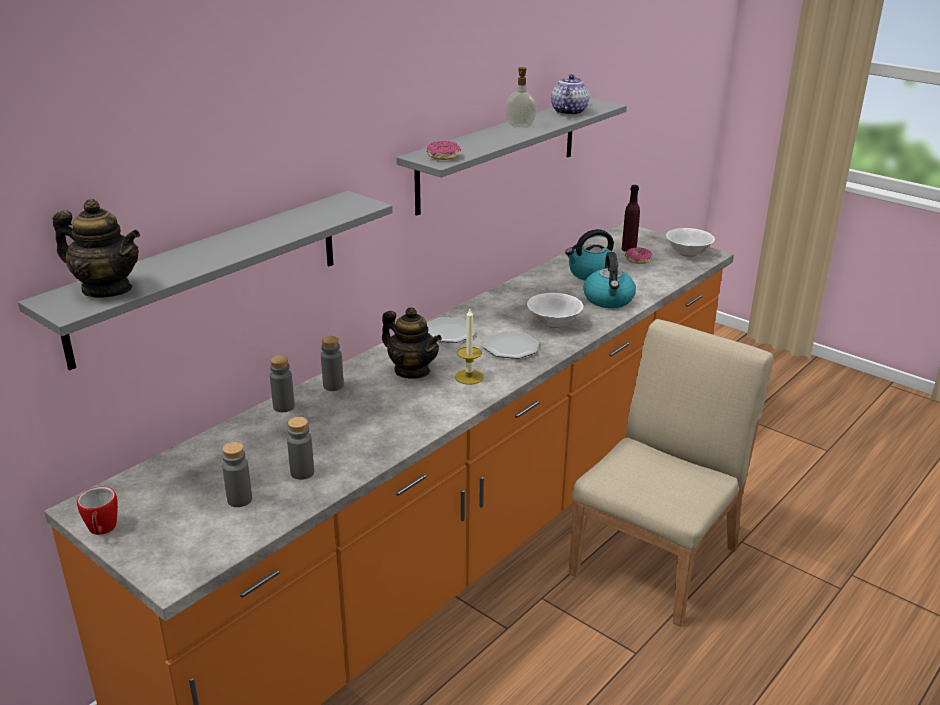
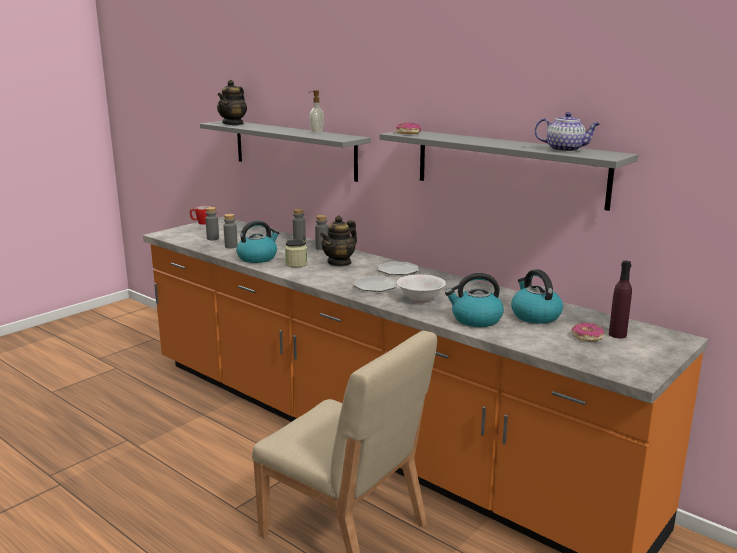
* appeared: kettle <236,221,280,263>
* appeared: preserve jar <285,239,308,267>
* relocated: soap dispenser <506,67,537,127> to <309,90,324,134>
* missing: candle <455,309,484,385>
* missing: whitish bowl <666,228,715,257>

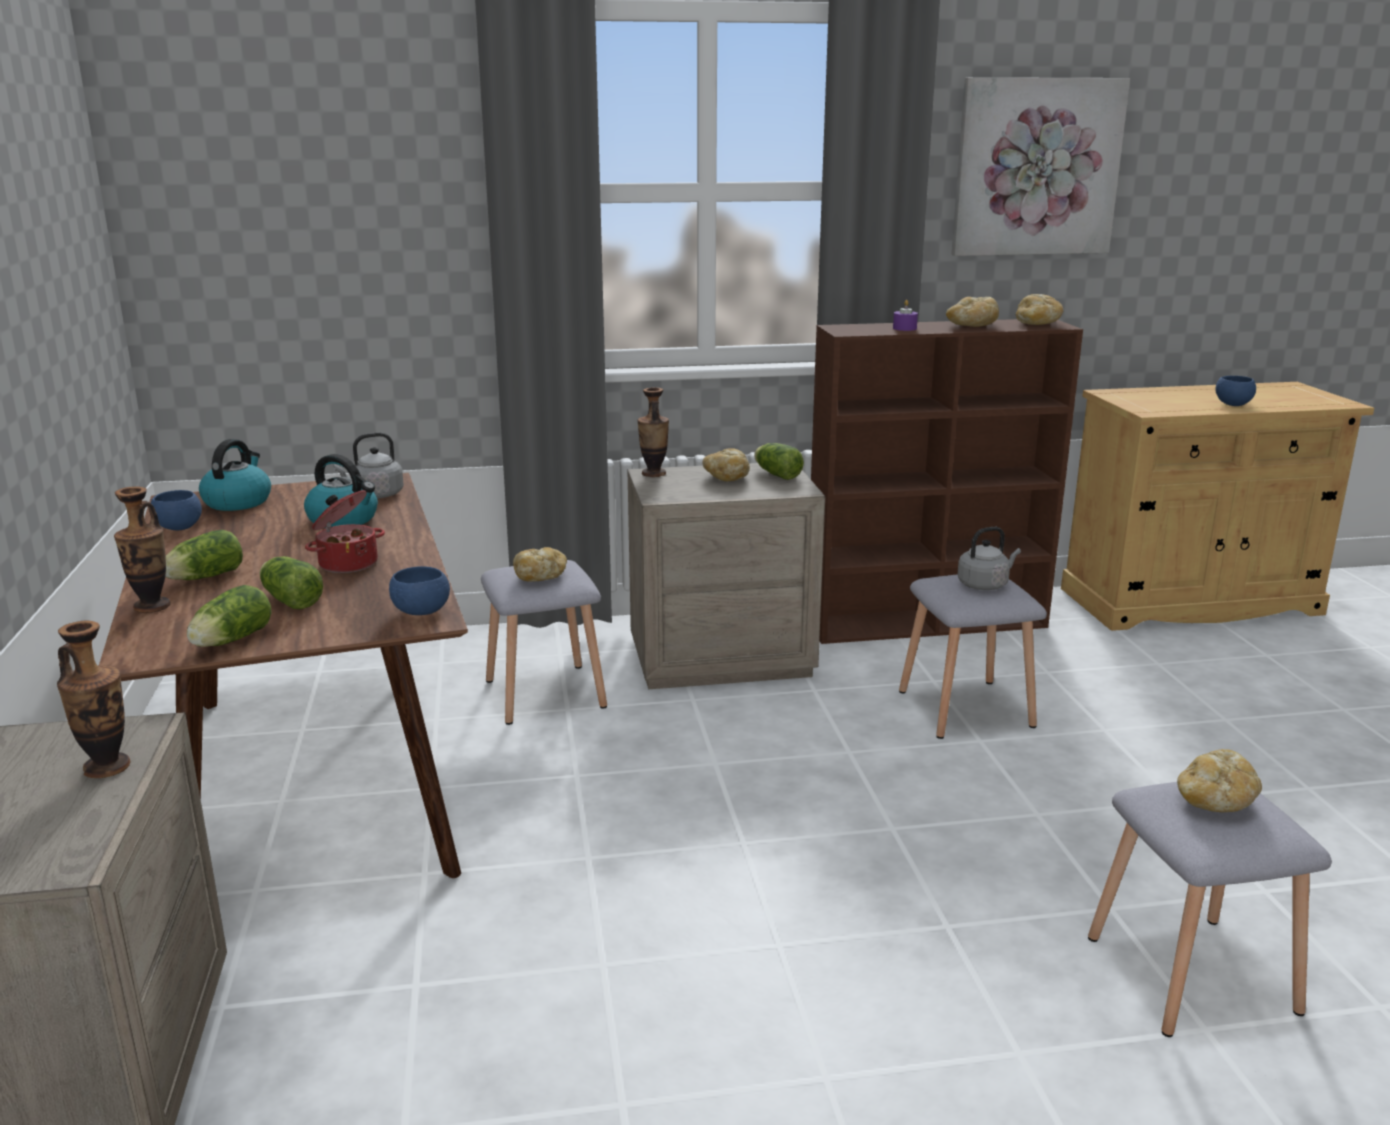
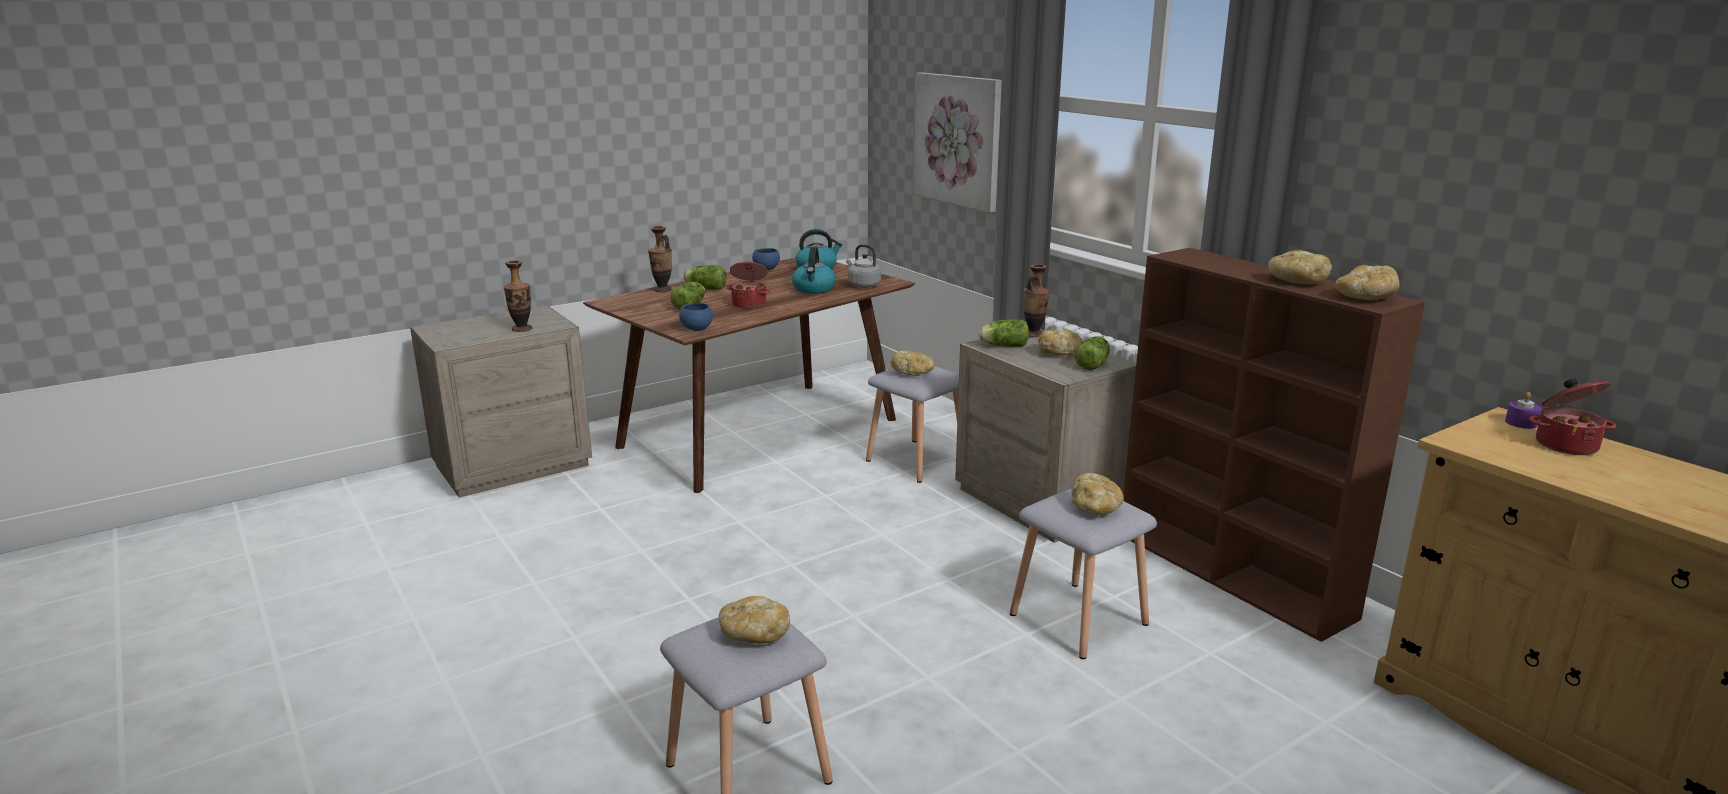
* relocated: wall picture <951,77,1130,256> to <914,72,1002,213>
* relocated: head of lettuce <187,585,272,647> to <978,319,1029,347>
* exchanged: grey kettle <957,527,1021,590> to bakery bread <1071,473,1124,515>
* relocated: purple-coloured candle <893,300,918,331> to <1505,392,1542,429>
* appeared: cooking pot <1529,379,1616,455>
* missing: bluish bowl <1215,376,1256,406>

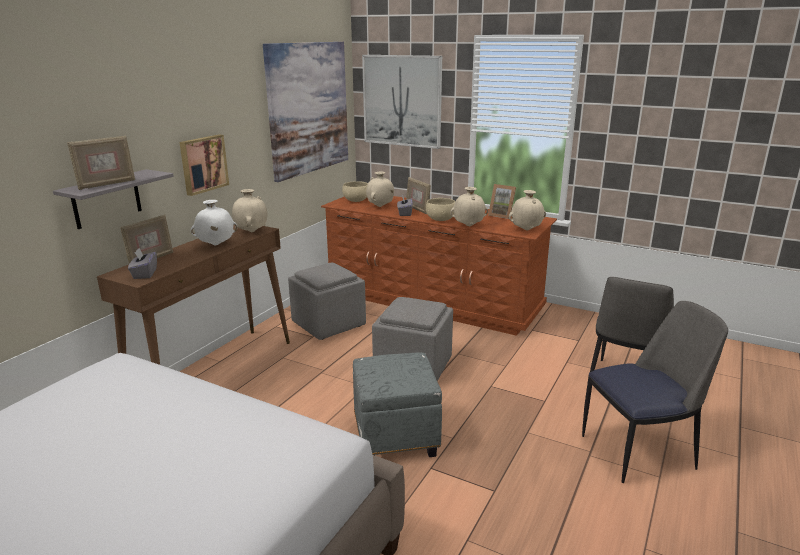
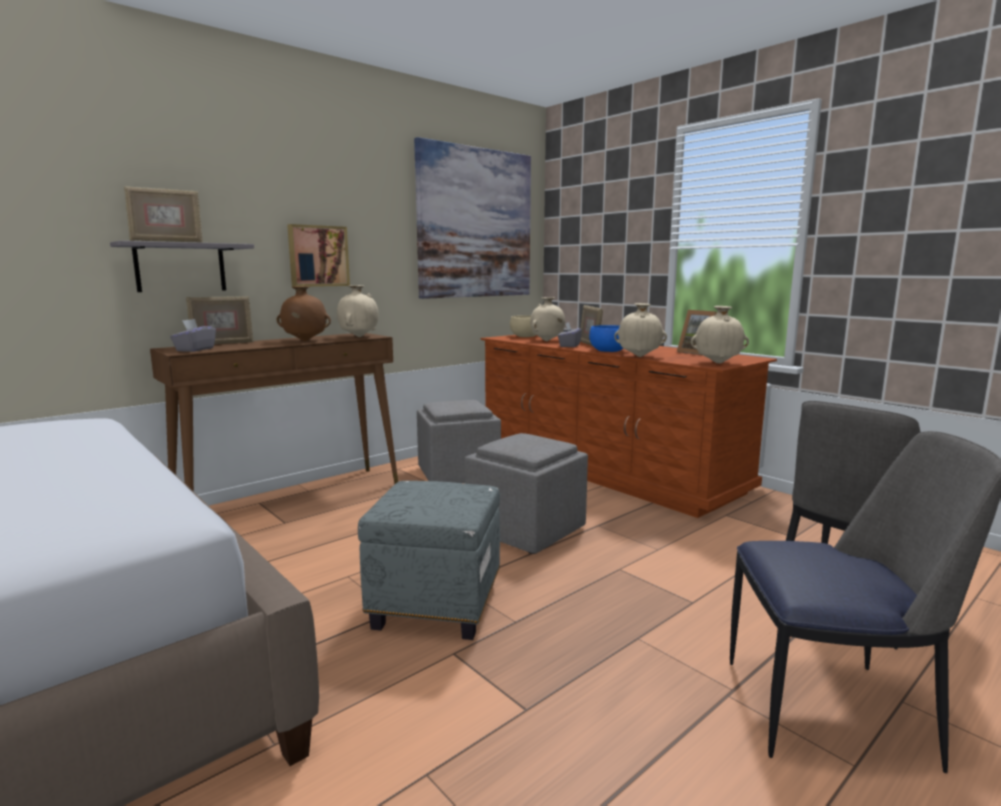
* colour: whitish flower vase <191,200,237,245> to brownish flower vase <277,286,331,341>
* colour: sand-coloured bowl <426,198,455,221> to bluish bowl <589,325,623,352>
* missing: wall picture <362,55,442,149>

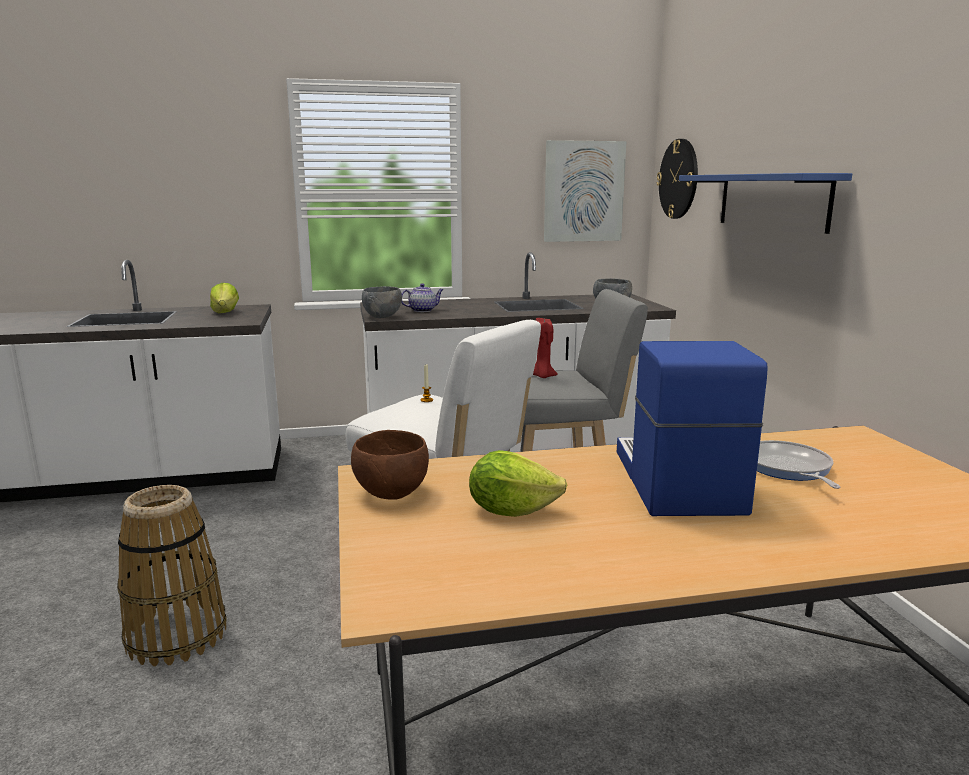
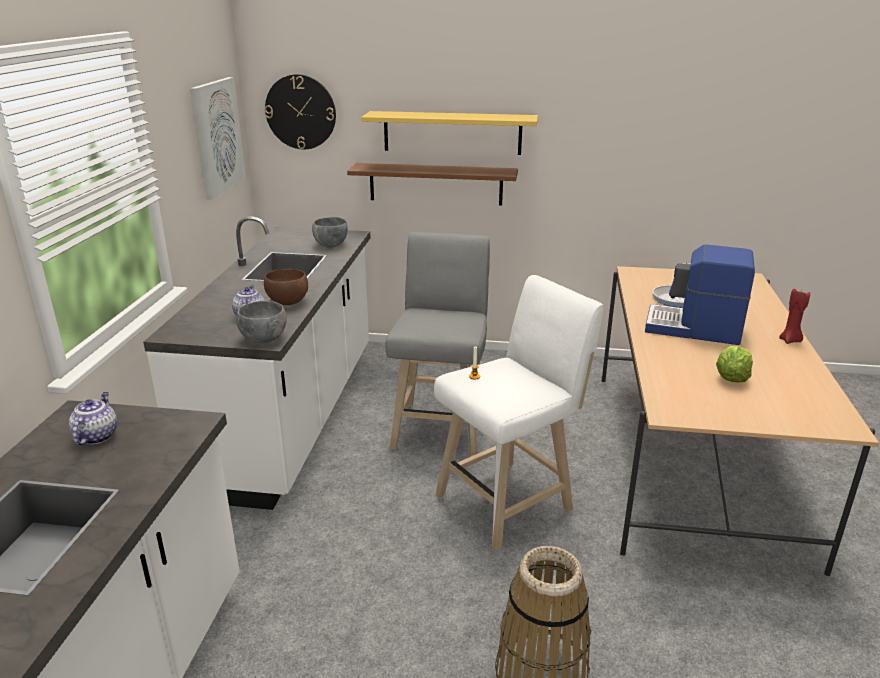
* exchanged: head of lettuce <210,283,239,313> to tea pot <69,392,117,445>
* relocated: brownish bowl <351,430,429,500> to <264,269,308,305>
* appeared: brownish wall shelf <347,163,518,206>
* colour: bluish wall shelf <679,173,852,234> to yellowish wall shelf <361,111,538,155>
* relocated: reddish candle <533,318,558,378> to <779,289,810,344>

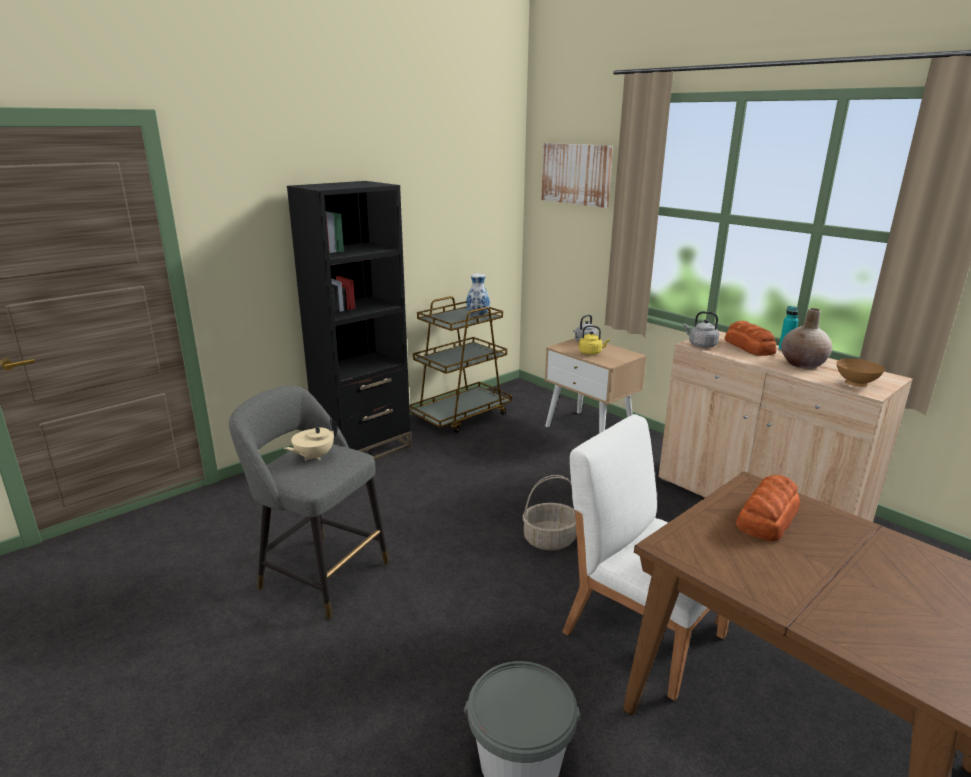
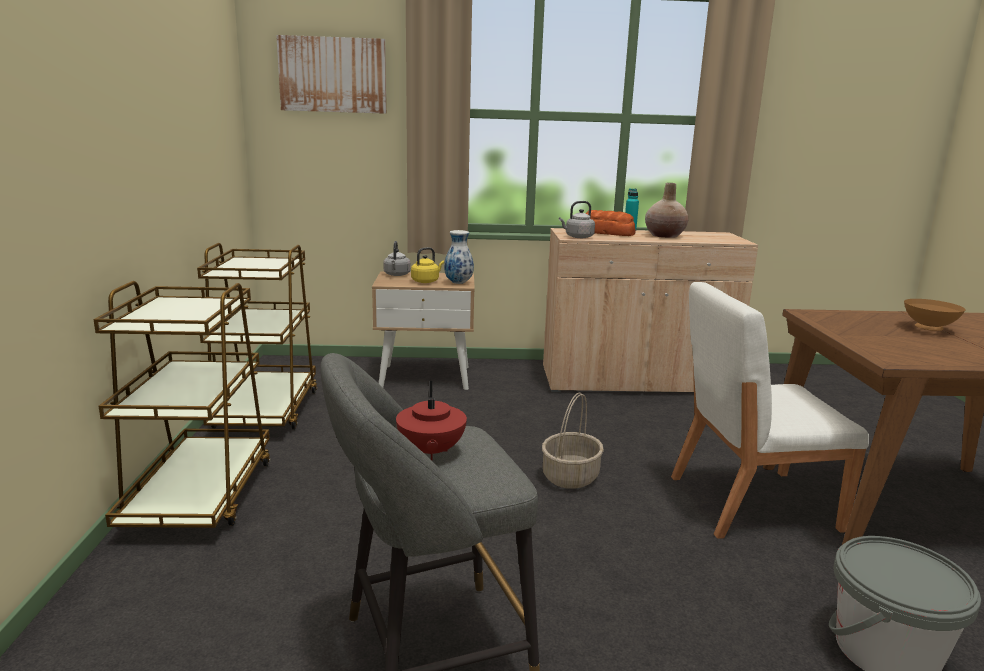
* exchanged: black-coloured bookshelf <287,181,411,460> to brownish wheeled cart <93,281,271,528>
* colour: sand-coloured tea pot <284,418,338,461> to reddish tea pot <396,381,467,460>
* relocated: flower vase <467,273,490,316> to <444,230,474,284>
* relocated: brownish bowl <836,358,885,387> to <904,299,966,331>
* missing: bakery bread <736,475,800,541>

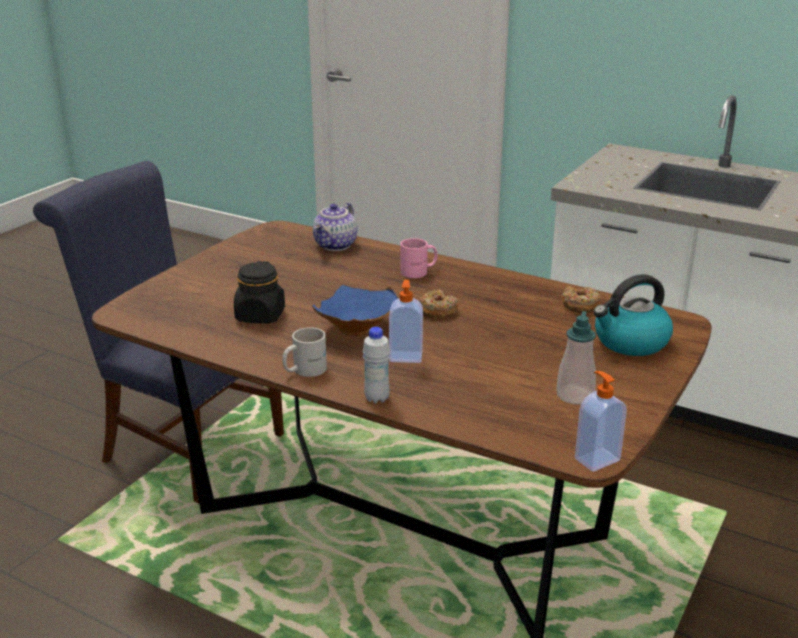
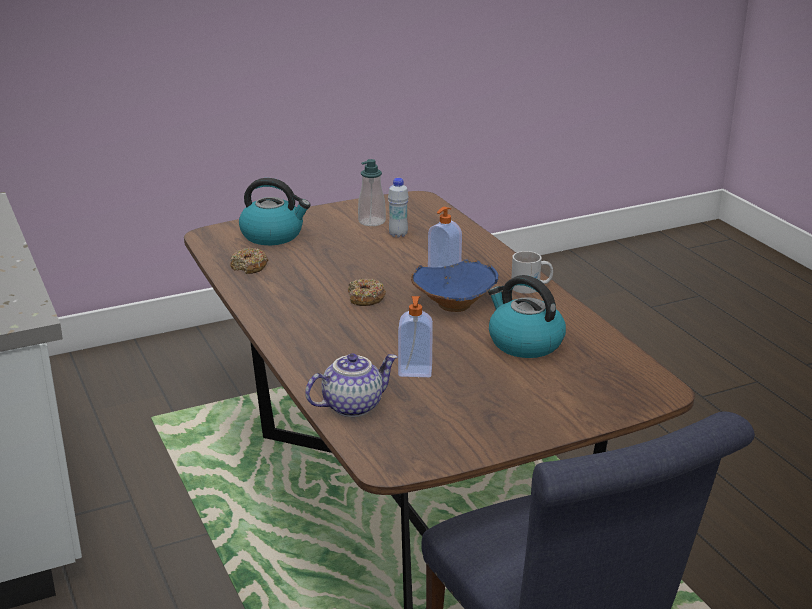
* relocated: whitish drink bottle <363,327,390,404> to <388,178,409,238>
* relocated: soap dispenser <575,371,627,472> to <398,296,433,377>
* exchanged: black-coloured preserve jar <234,261,285,324> to kettle <488,275,566,358>
* missing: pink-coloured mug <400,238,437,278>

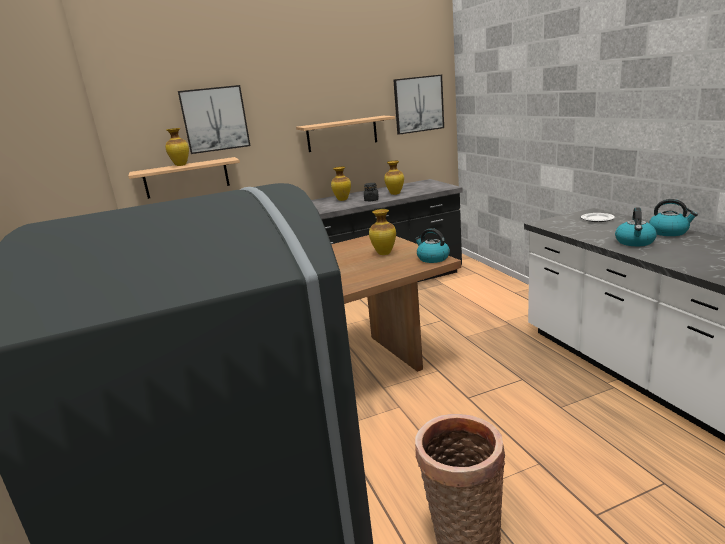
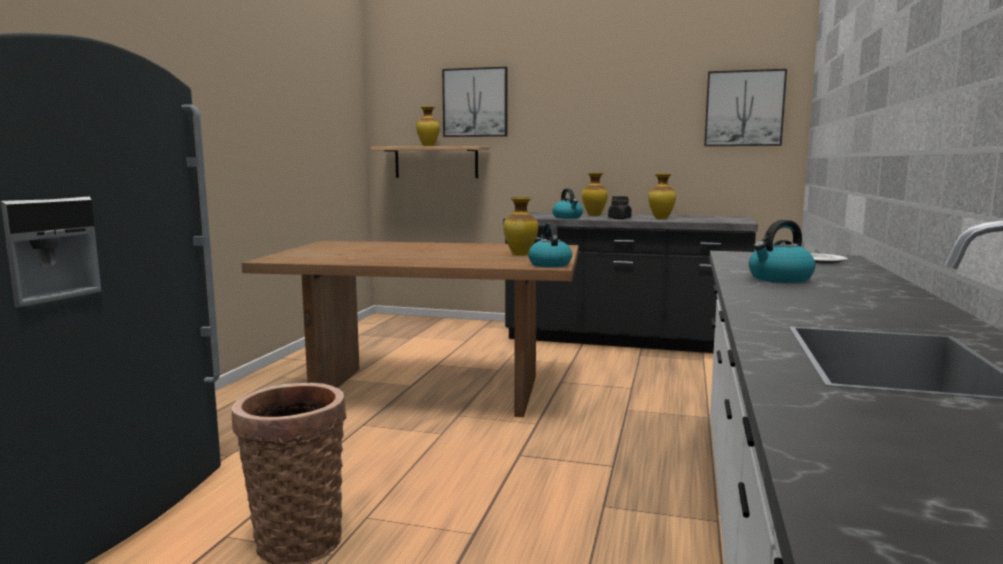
* relocated: kettle <649,199,698,236> to <552,188,583,219>
* missing: wall shelf <296,116,395,152>

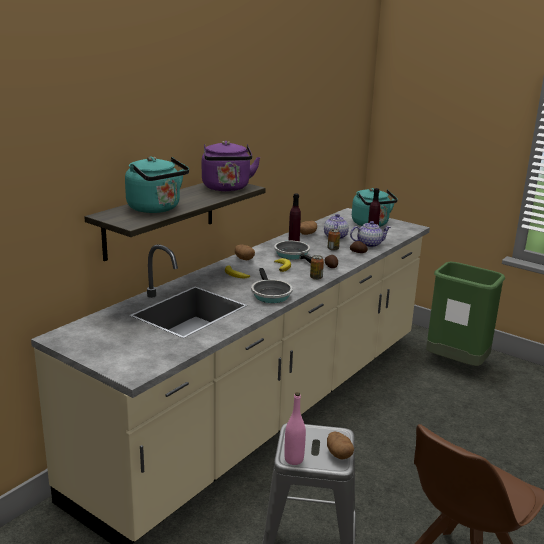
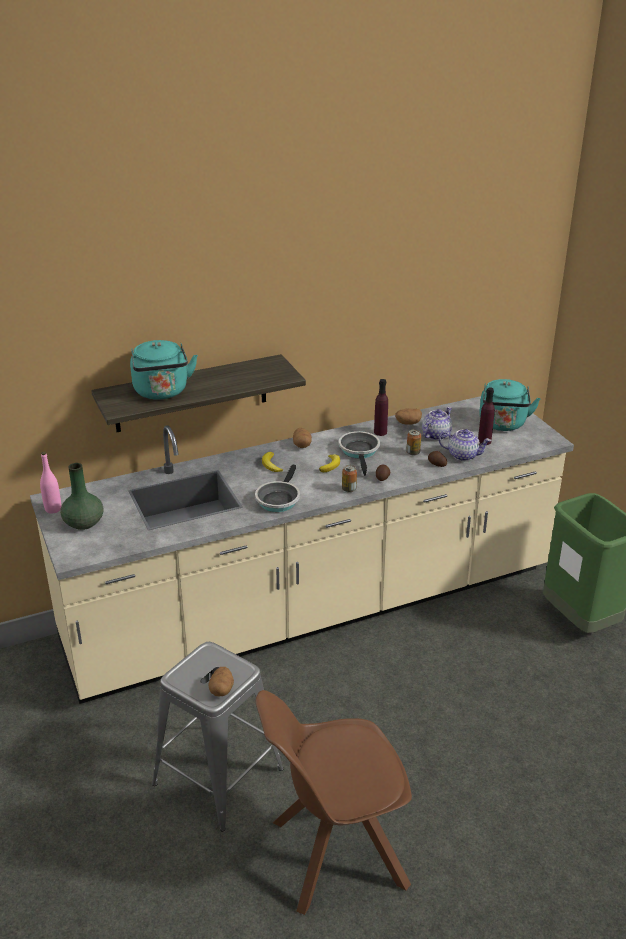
* relocated: pink-coloured drink bottle <284,392,306,465> to <40,452,61,514>
* appeared: greenish flower vase <60,463,104,530>
* missing: purple-coloured kettle <202,141,261,191>

